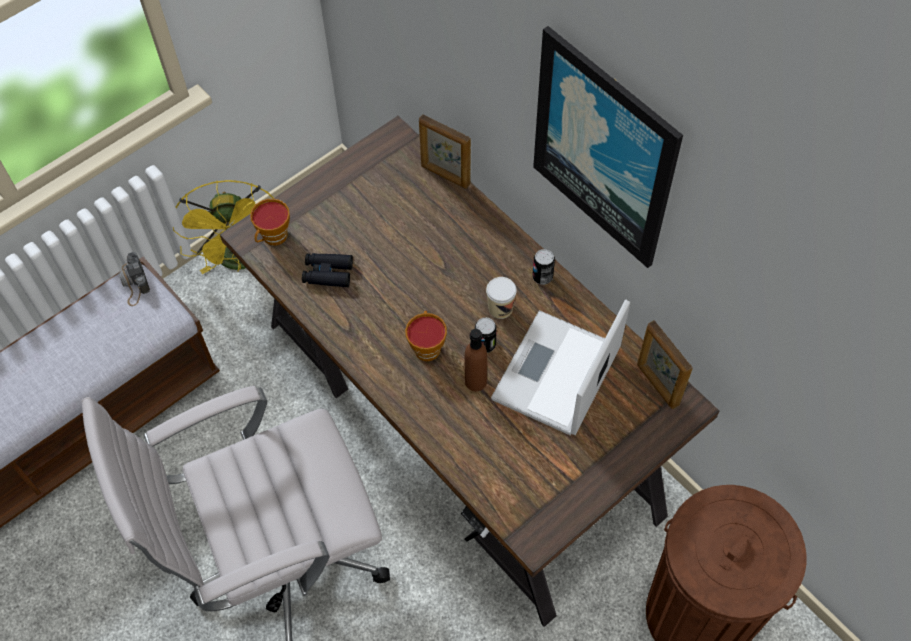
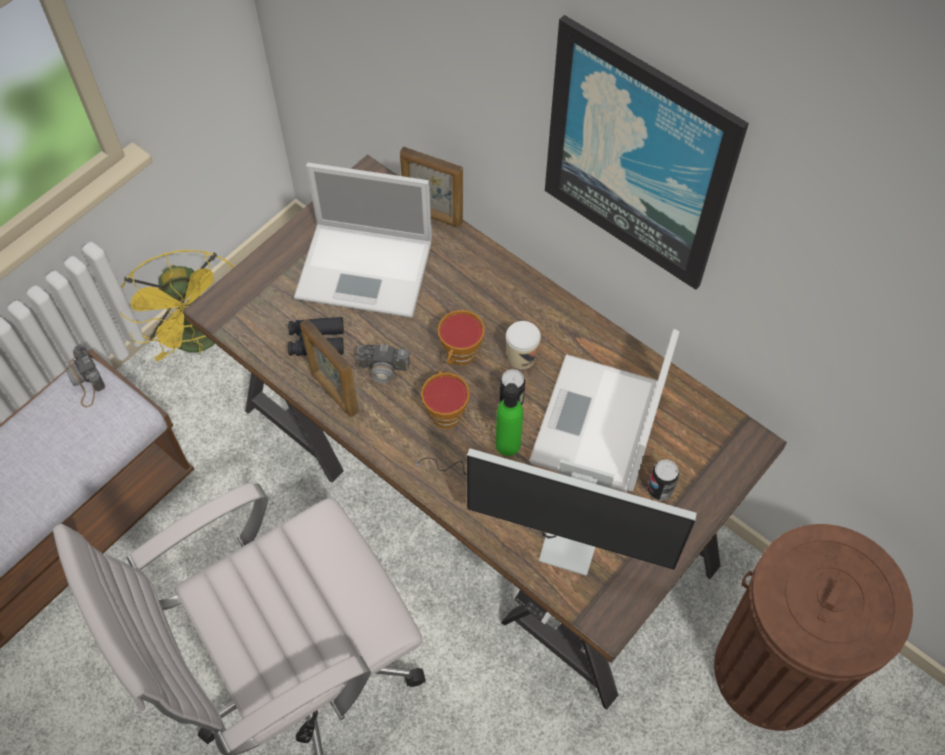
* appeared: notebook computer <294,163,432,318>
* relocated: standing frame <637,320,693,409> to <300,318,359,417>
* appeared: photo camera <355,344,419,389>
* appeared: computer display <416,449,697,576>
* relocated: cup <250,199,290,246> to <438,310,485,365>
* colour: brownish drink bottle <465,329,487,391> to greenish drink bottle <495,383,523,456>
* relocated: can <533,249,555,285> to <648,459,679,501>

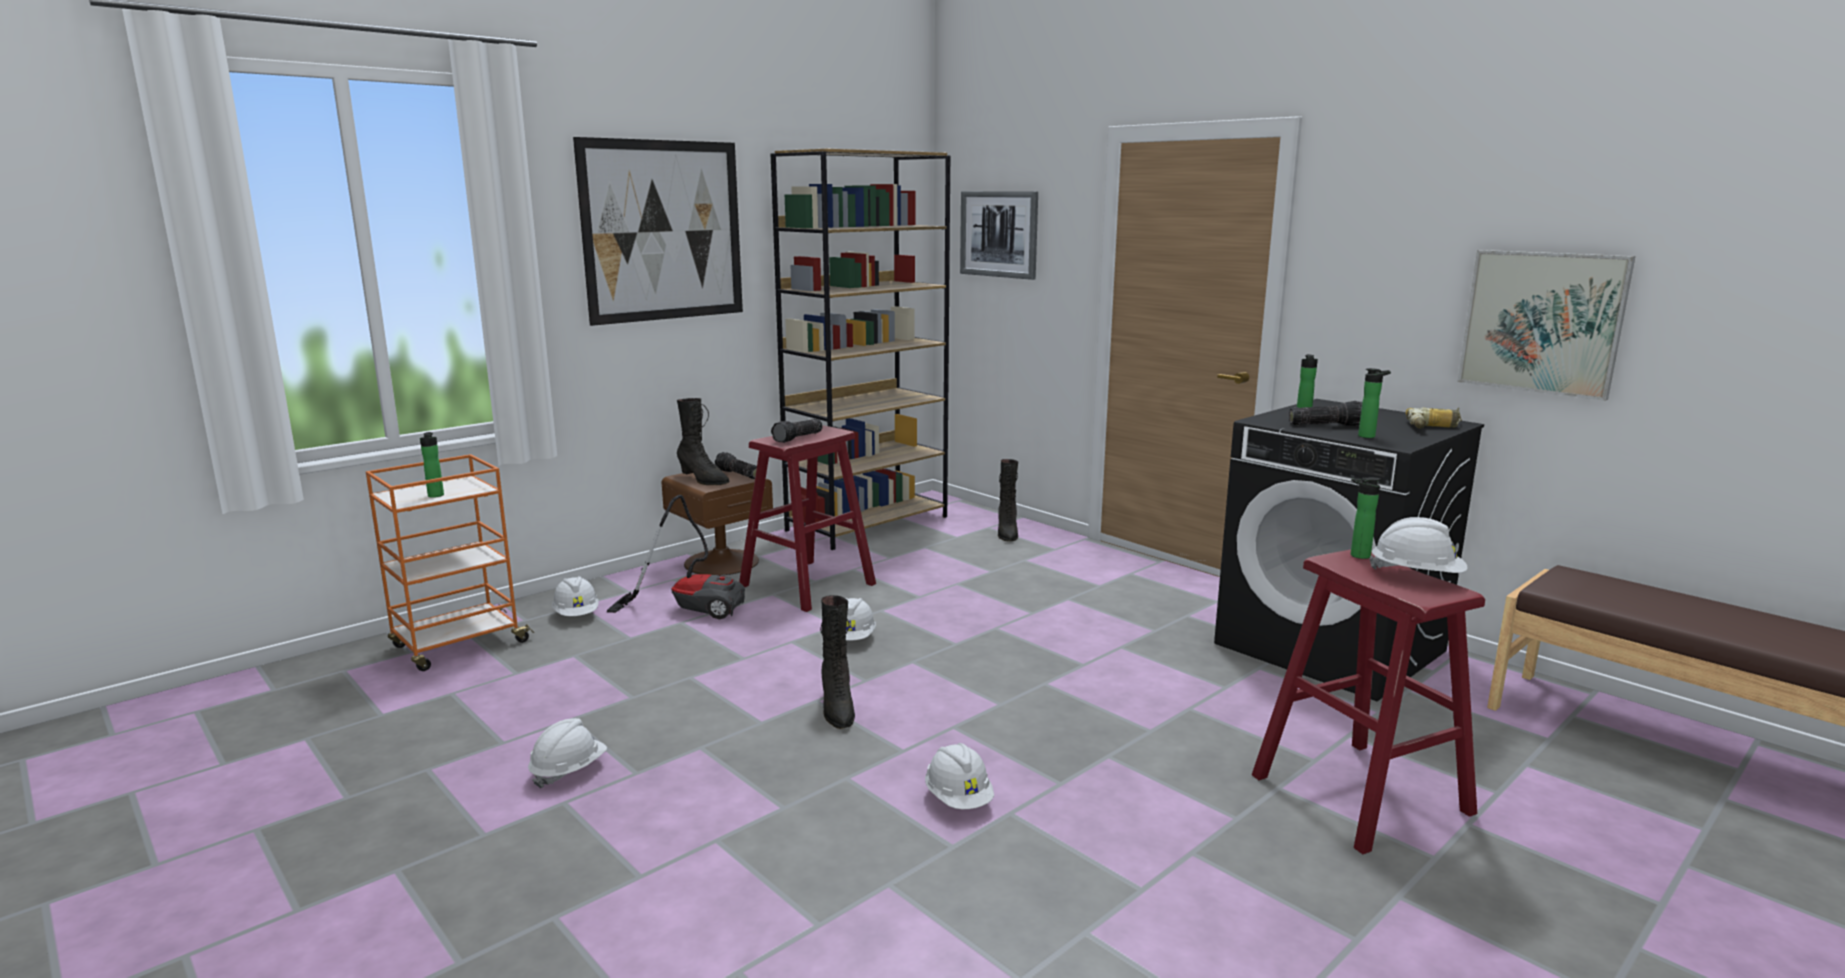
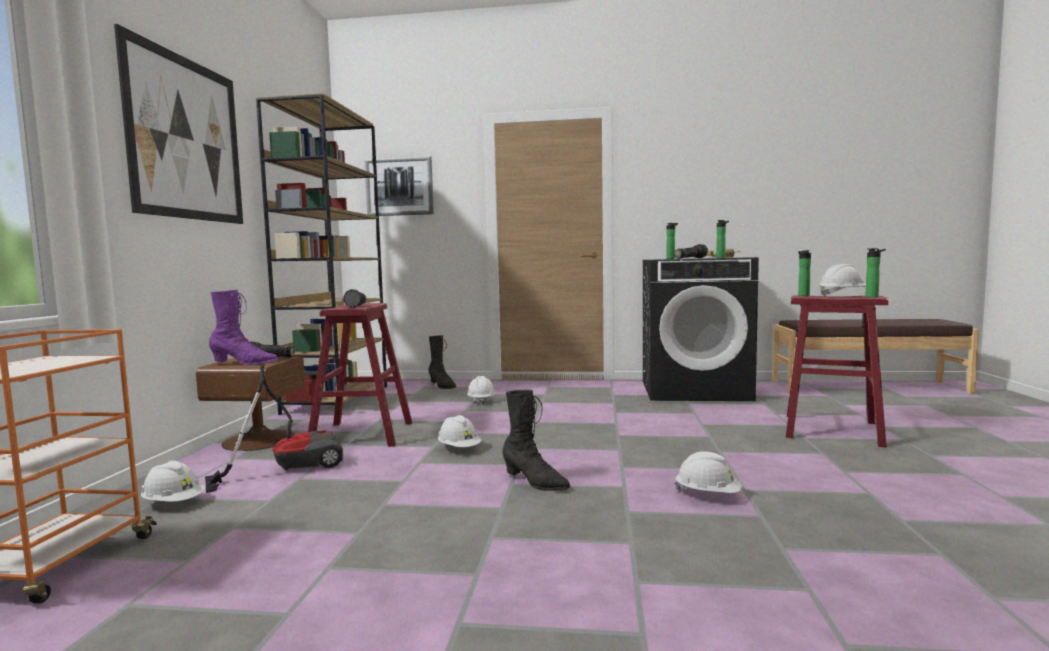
* colour: black-coloured high-top boot <677,398,730,485> to purple-coloured high-top boot <209,290,278,365>
* relocated: whitish safety helmet <528,718,607,789> to <467,376,496,405>
* relocated: drink bottle <420,432,444,498> to <866,248,886,298>
* missing: wall picture <1458,250,1635,401>

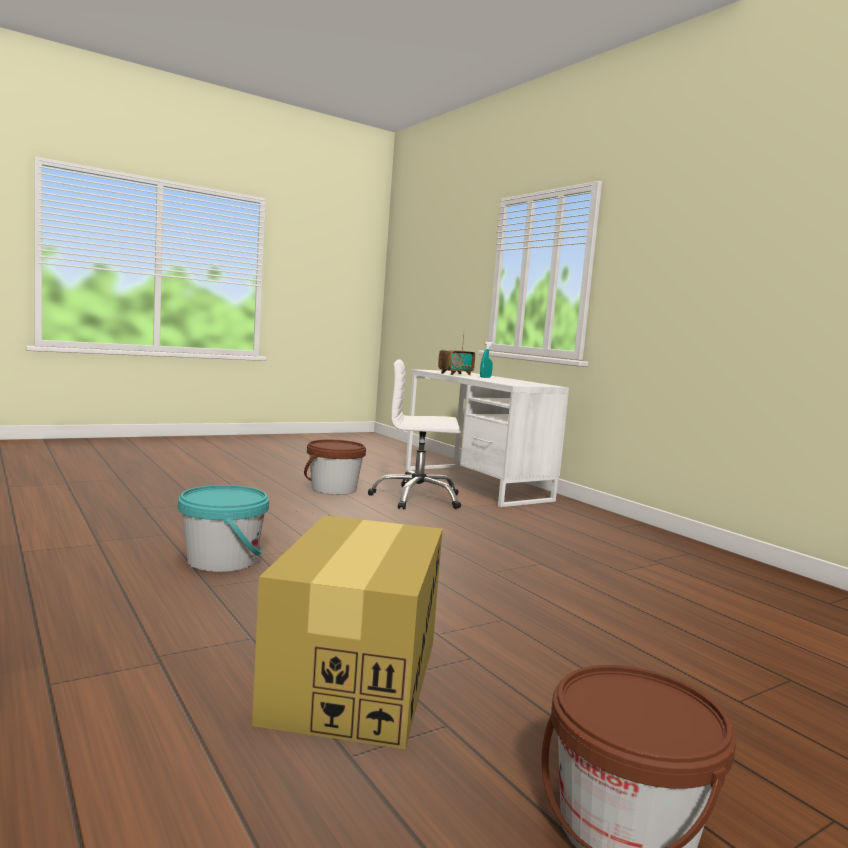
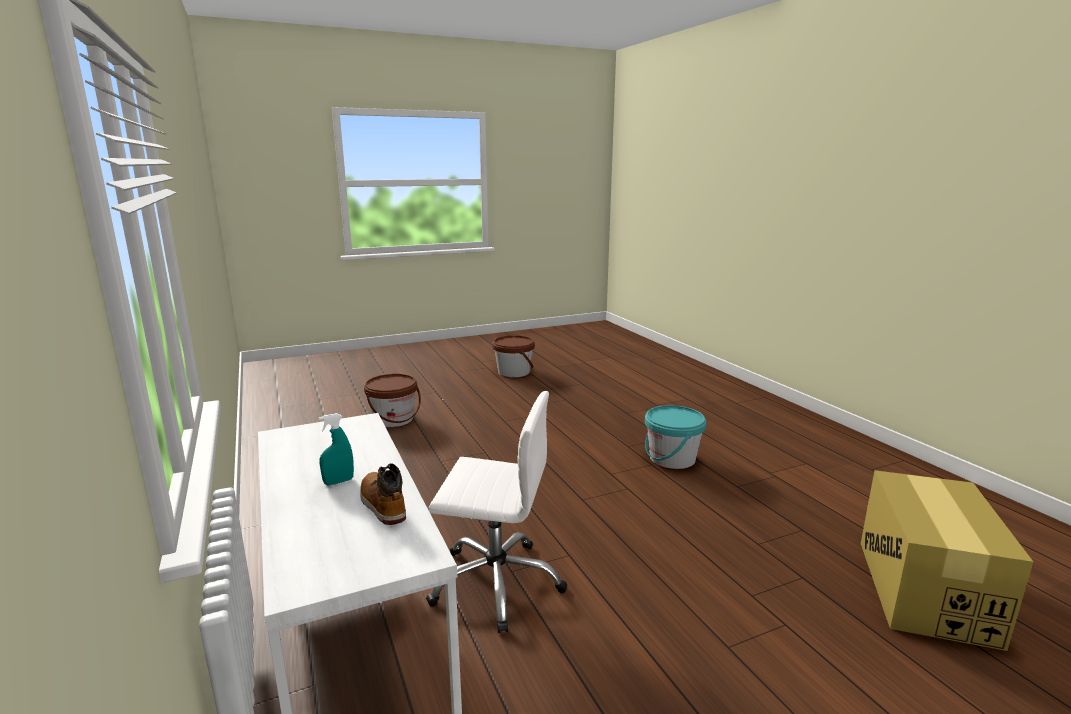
* exchanged: radio receiver <438,332,475,375> to high-top boot <360,463,406,525>
* relocated: brownish bucket <304,440,366,495> to <364,374,421,427>
* relocated: packing box <252,515,443,749> to <861,470,1033,651>

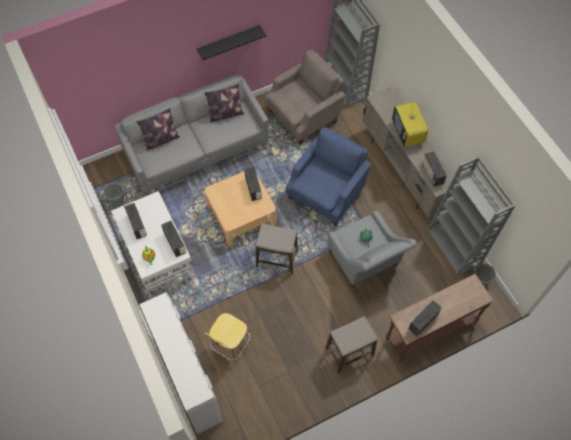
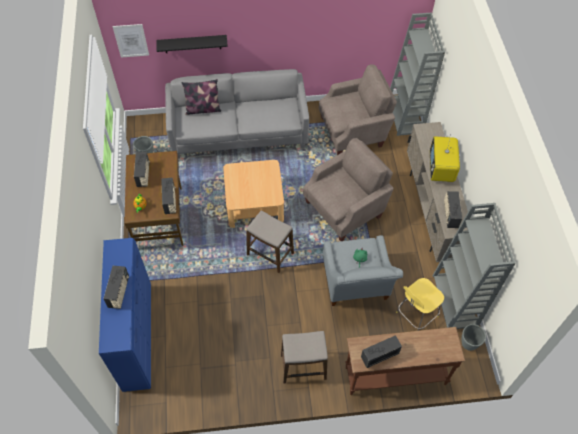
* colour: whitish chest of drawers <139,293,223,434> to bluish chest of drawers <99,238,151,392>
* relocated: radio receiver <244,167,262,201> to <104,266,129,309>
* appeared: wall picture <113,24,149,58>
* colour: whitish desk table <111,191,193,298> to brownish desk table <125,151,183,246>
* relocated: black-coloured wall shelf <197,25,266,60> to <157,35,228,53>
* colour: bluish easy chair <286,127,371,226> to sand-coloured easy chair <303,138,394,241>
* relocated: yellowish sitting stool <204,313,251,364> to <396,278,444,331>
* missing: throw pillow <204,84,244,122>

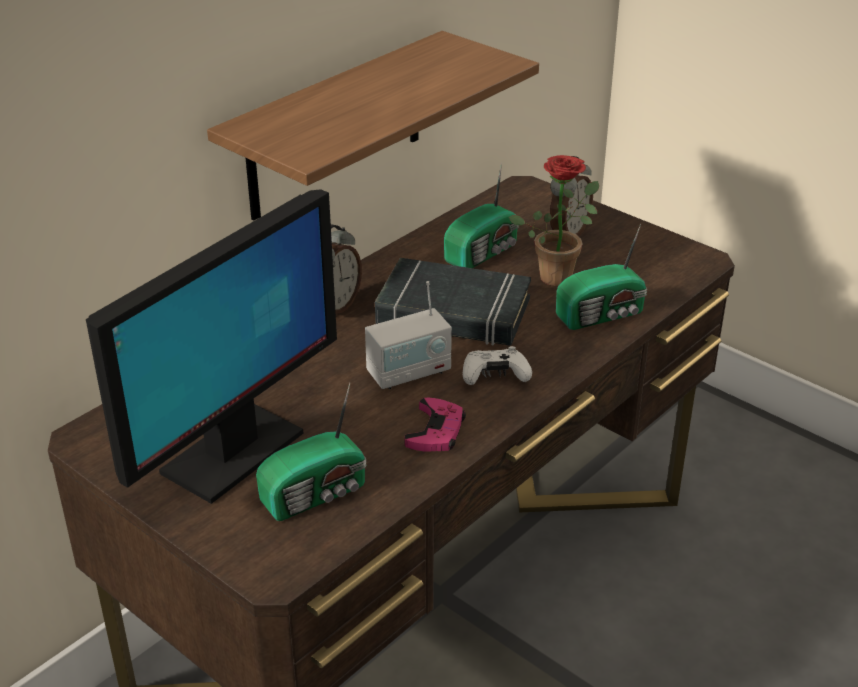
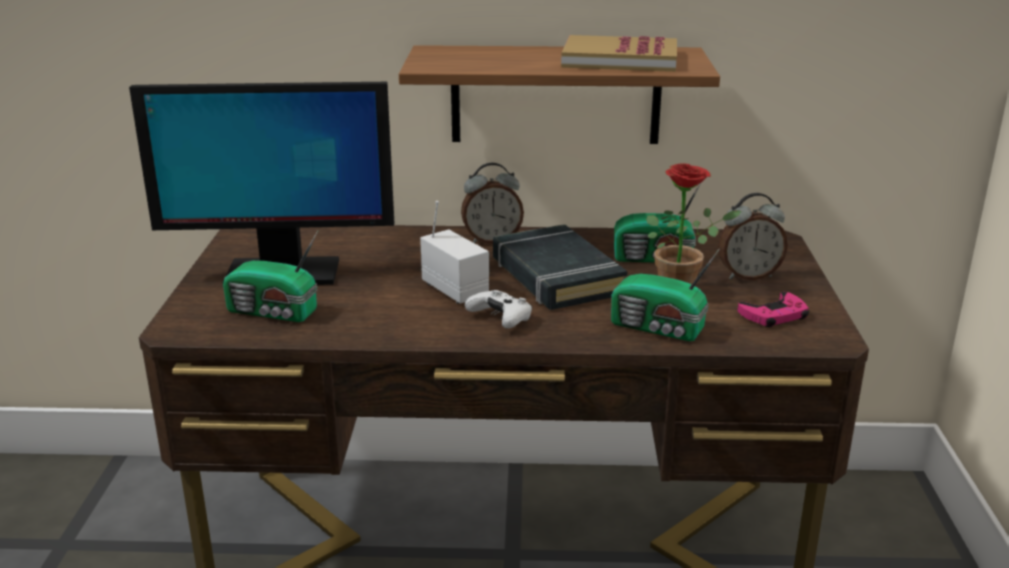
* spun: radio receiver <365,281,452,389> = <420,201,489,304> 150 degrees counterclockwise
* appeared: volume <561,35,677,72>
* relocated: pink-coloured game controller <404,398,466,451> to <738,292,809,327>

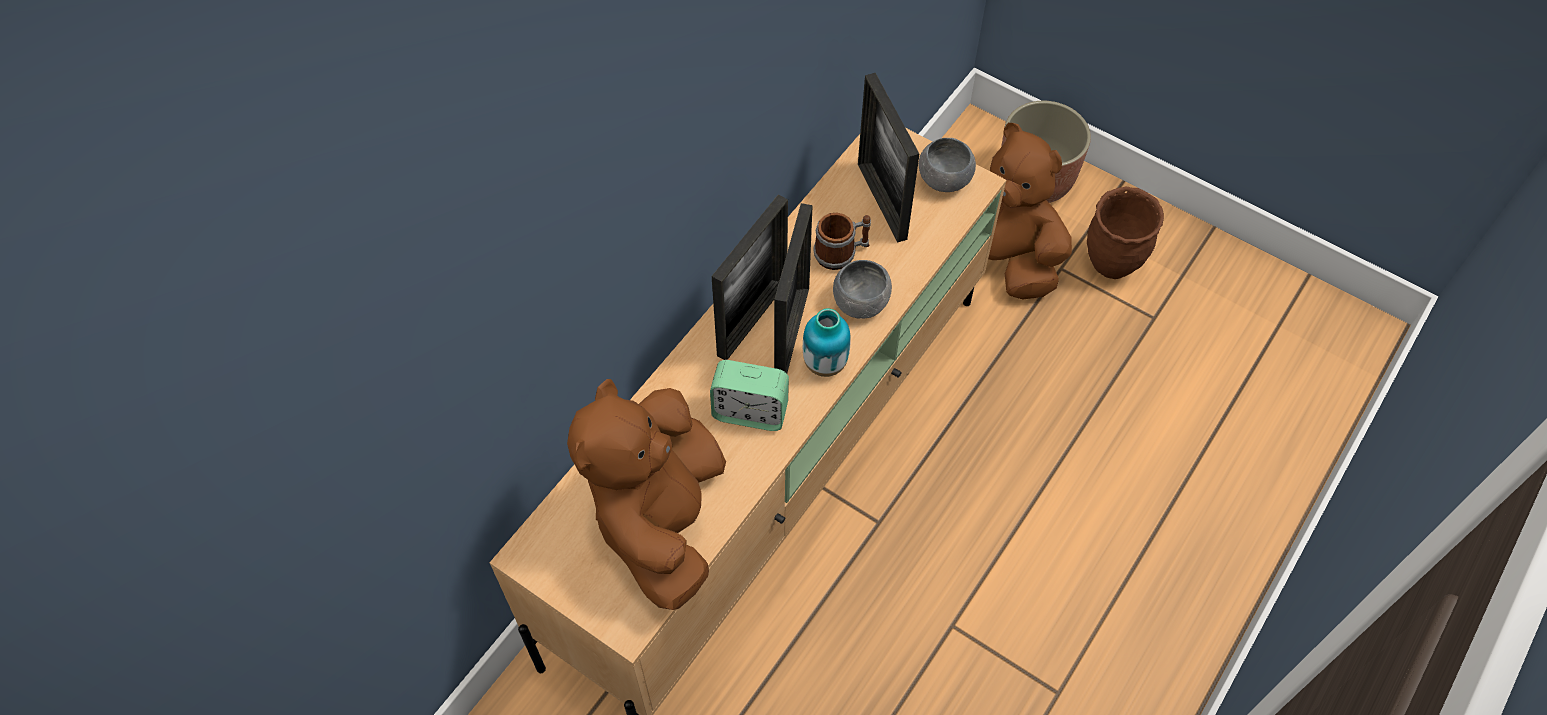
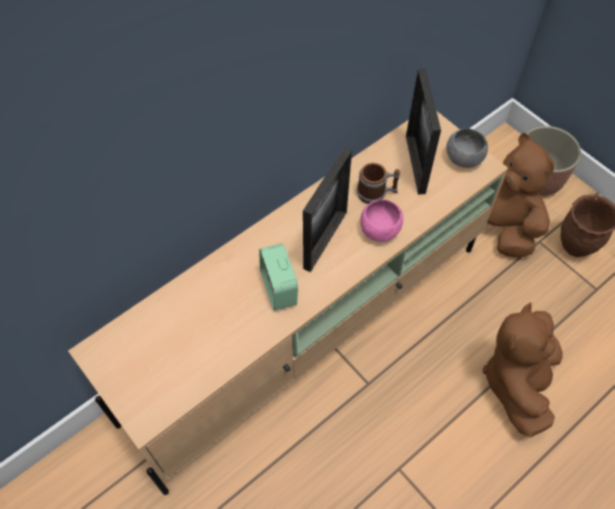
* spun: alarm clock <710,360,789,431> = <259,243,298,311> 45 degrees clockwise
* colour: grey bowl <833,260,892,319> to pink-coloured bowl <360,199,403,242>
* relocated: brownish cuddly toy <567,379,726,610> to <483,303,563,437>
* missing: standing frame <712,195,788,360>
* missing: flower vase <803,308,851,377>

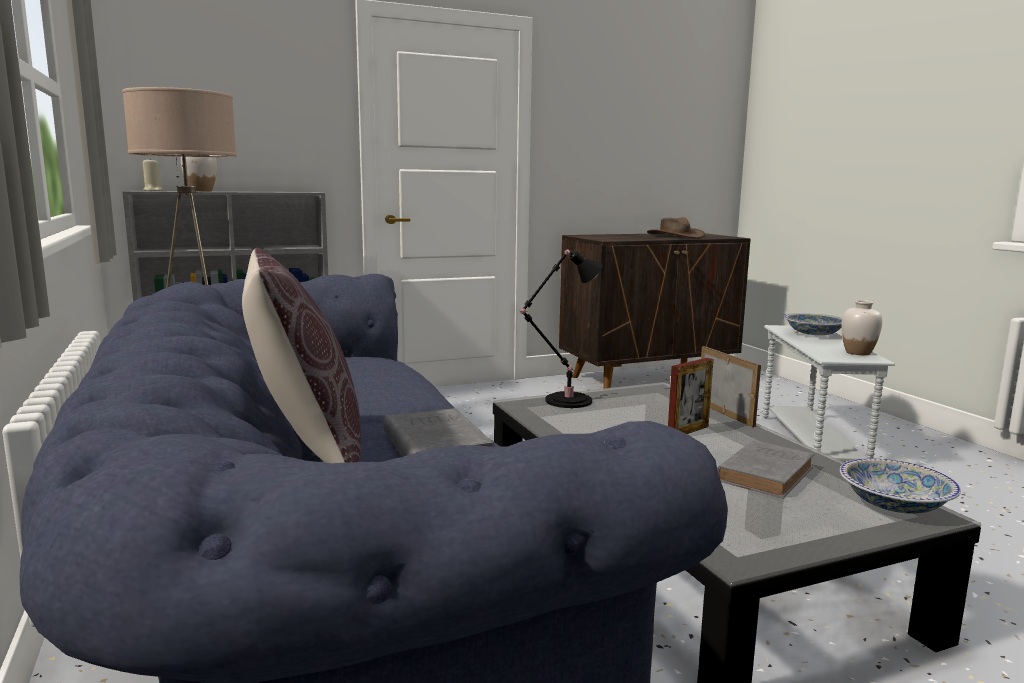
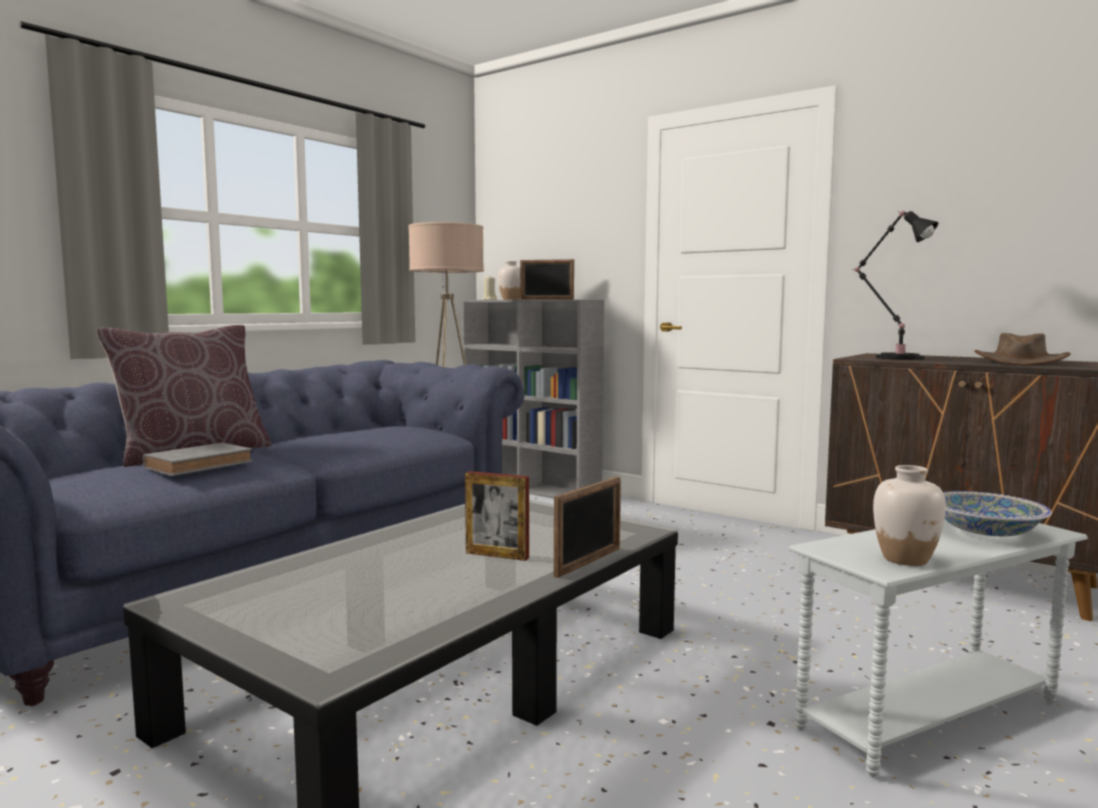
* appeared: standing frame <520,259,574,300>
* relocated: black-coloured table lamp <520,249,602,408> to <852,211,939,360>
* missing: grey volume <717,440,814,498>
* missing: bowl <840,458,961,514>

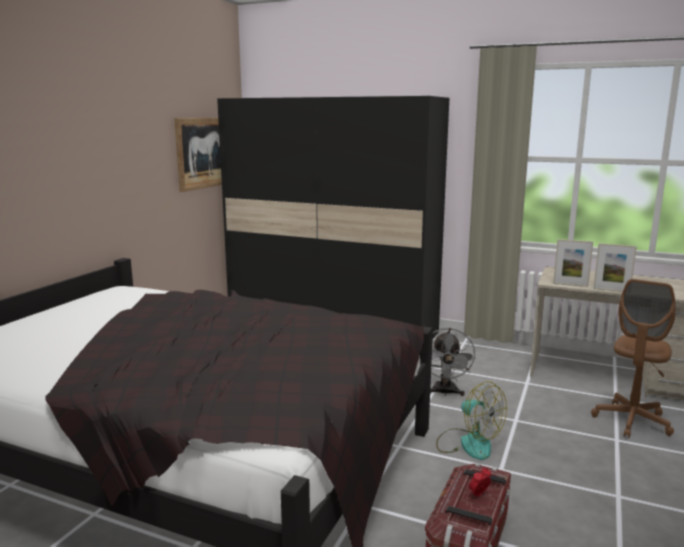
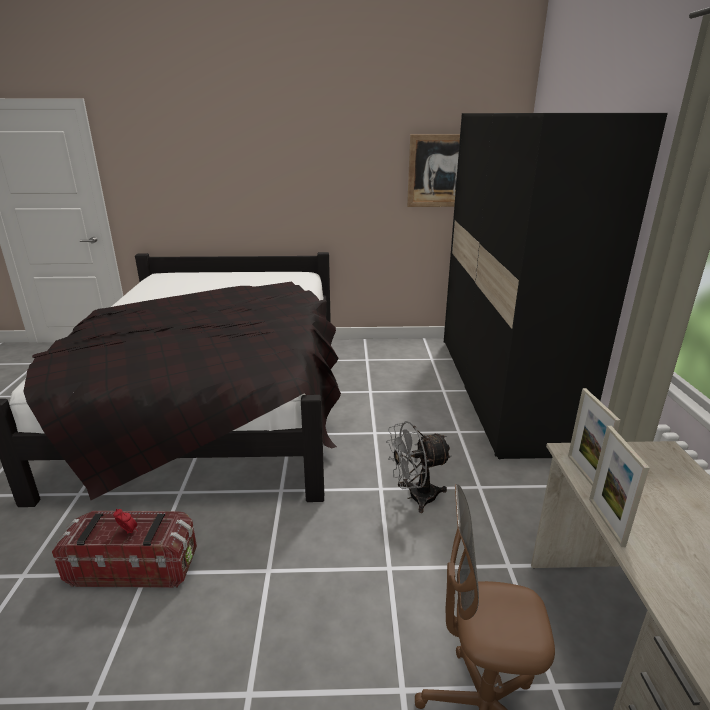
* missing: fan <436,382,507,460>

